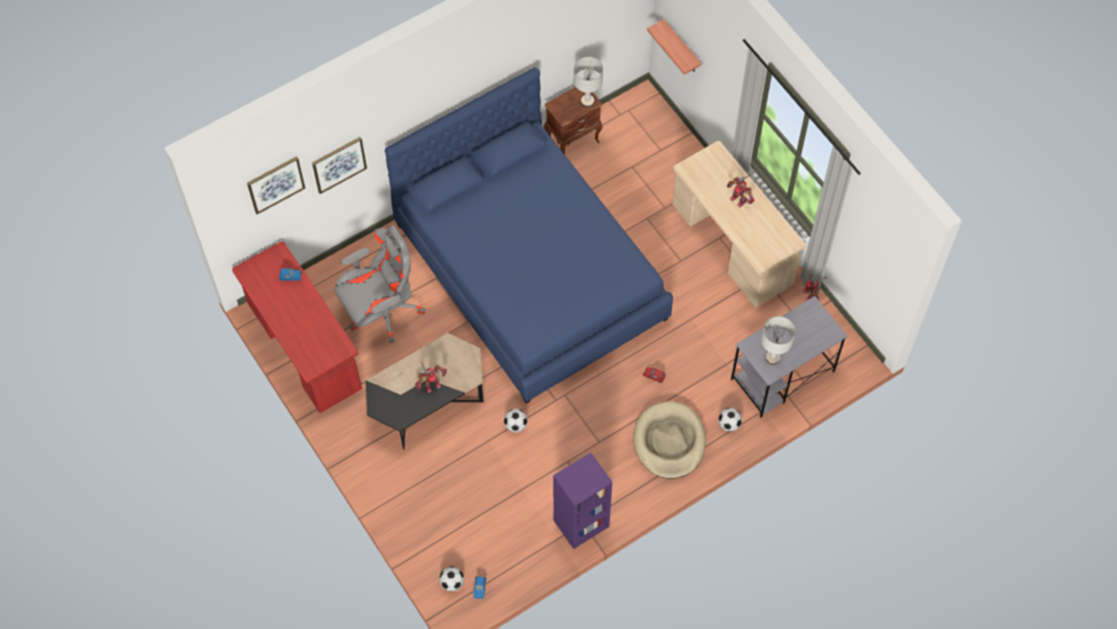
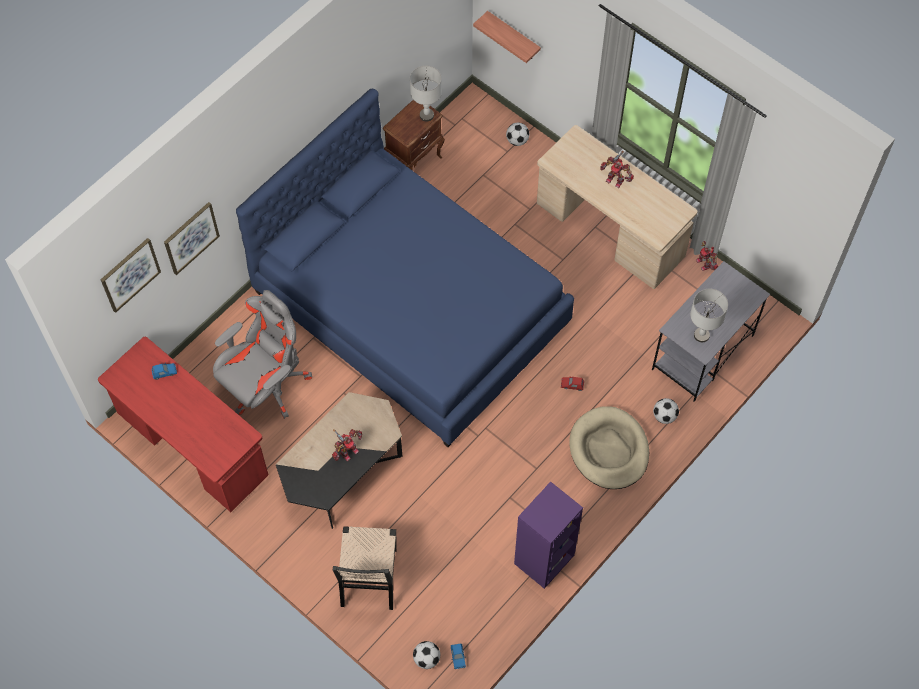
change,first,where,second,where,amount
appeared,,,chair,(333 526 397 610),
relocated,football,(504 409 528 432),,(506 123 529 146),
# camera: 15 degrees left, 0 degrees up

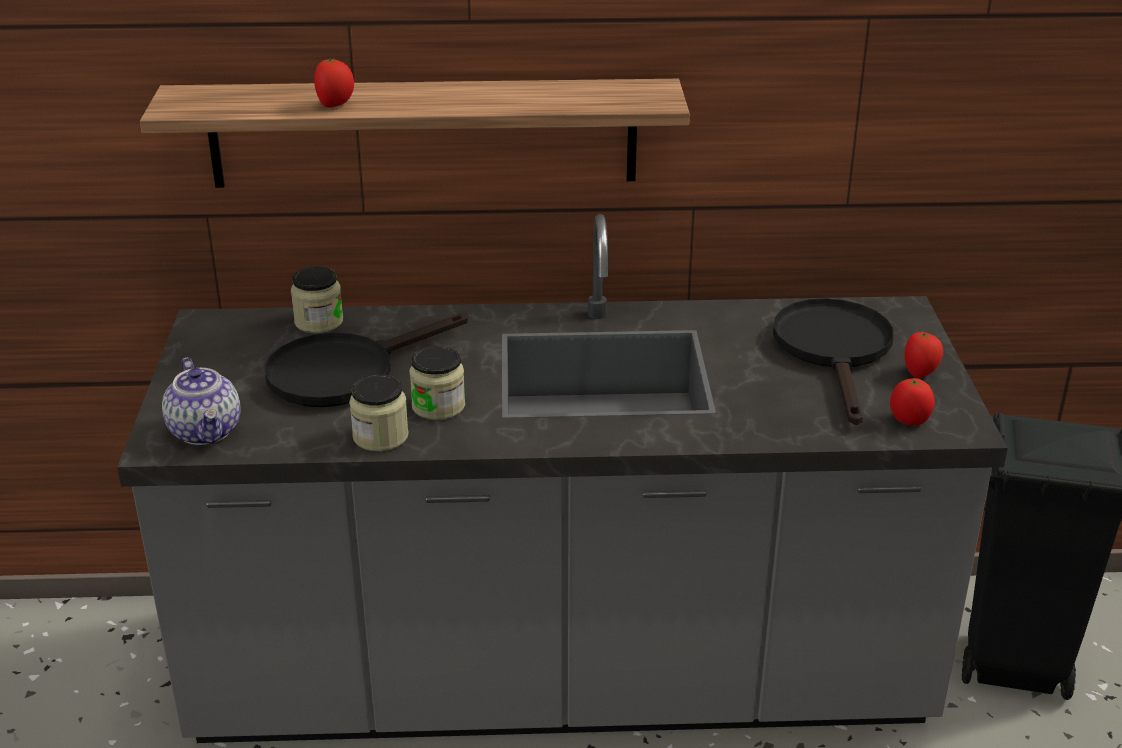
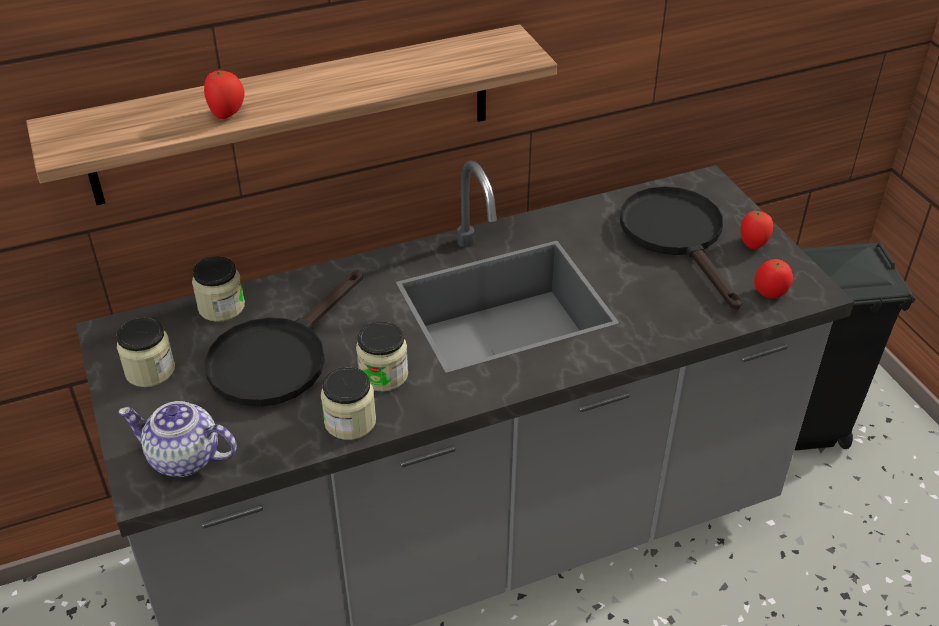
change,first,where,second,where,amount
appeared,,,jar,(116 318 175 387),
spun,teapot,(162 358 241 445),,(118 401 237 477),150 degrees clockwise
# camera: 20 degrees left, 10 degrees up

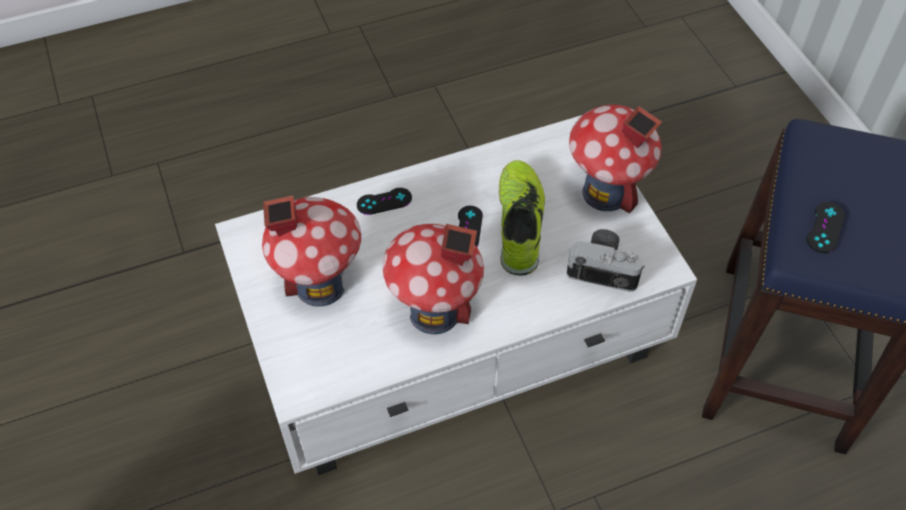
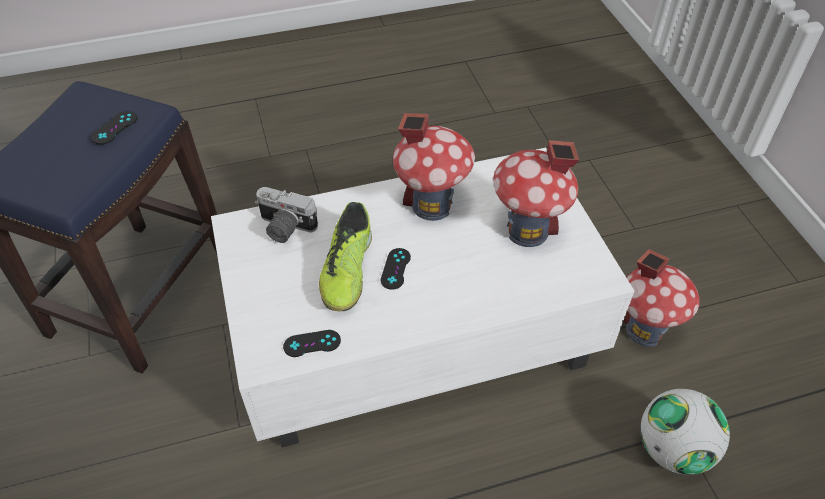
change,first,where,second,where,amount
appeared,,,football,(641 389 730 475),
relocated,black game controller,(357 188 412 215),,(283 330 341 357),
relocated,toy house,(569 105 662 214),,(623 249 700 347),
# camera: 175 degrees left, 5 degrees down

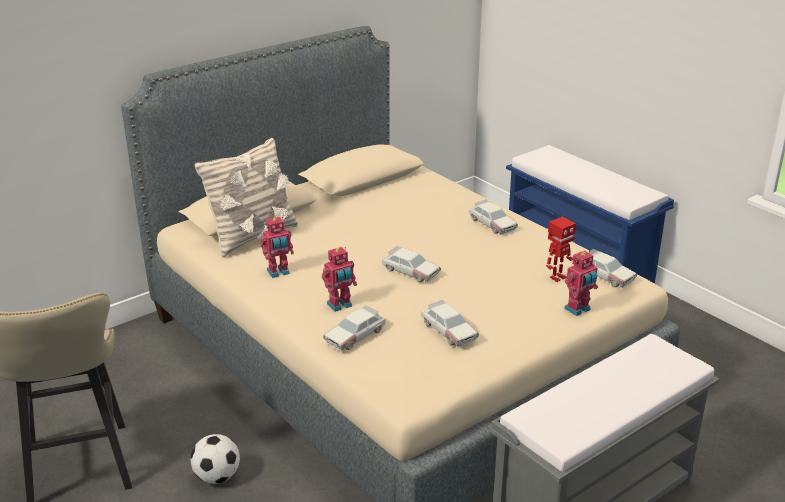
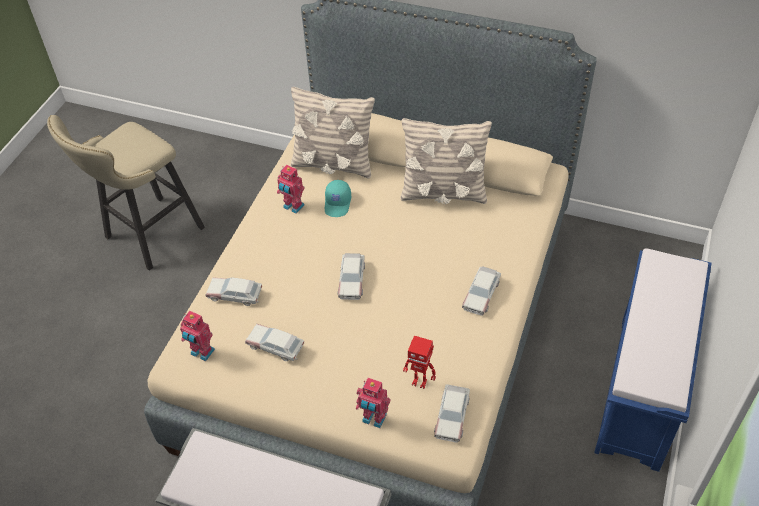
change,first,where,second,where,amount
missing,football,(190 434 240 484),,,
appeared,,,turquoise cap,(325 180 351 217),
appeared,,,beige pillow,(400 118 492 204),
relocated,toy robot,(322 247 357 312),,(180 311 215 361),
spun,toy car,(421 300 479 348),,(245 324 304 361),90 degrees clockwise
# camera: 60 degrees right, 20 degrees up

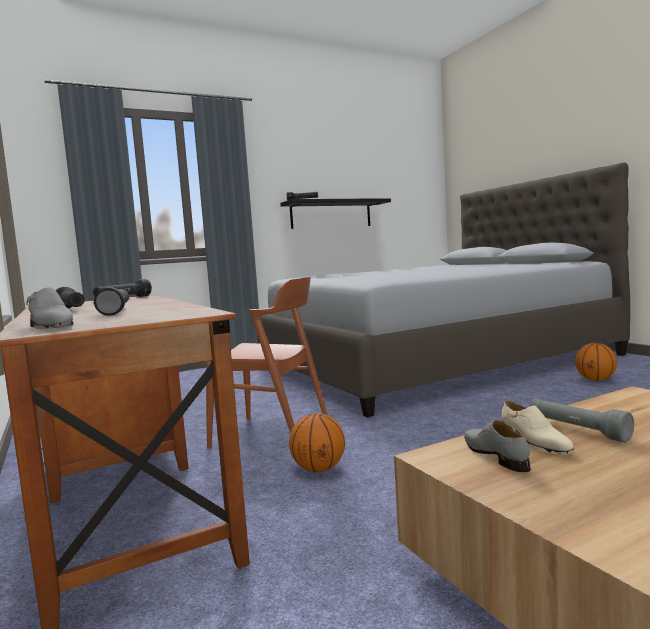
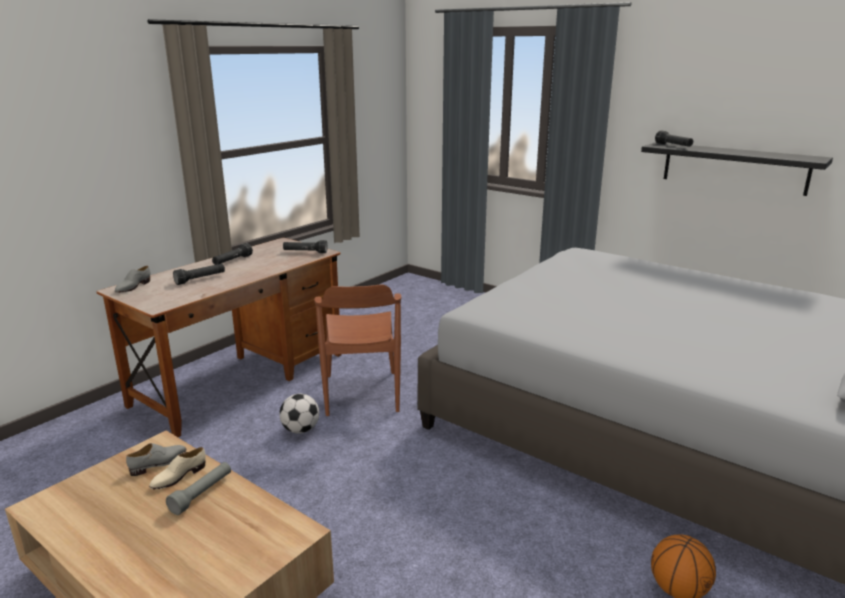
change,first,where,second,where,amount
exchanged,basketball,(289 413 345 472),football,(279 394 319 433),
# camera: 65 degrees right, 15 degrees up

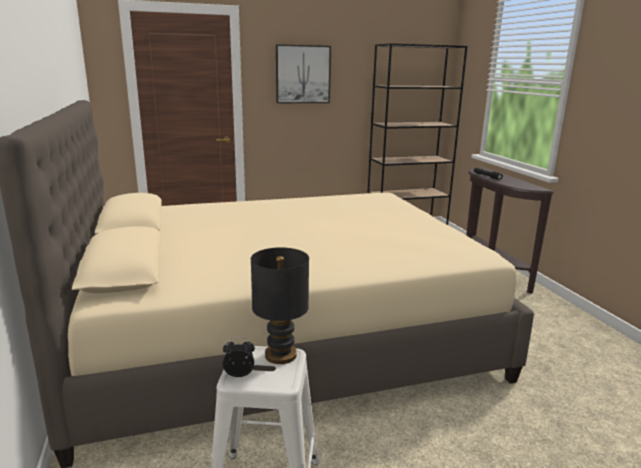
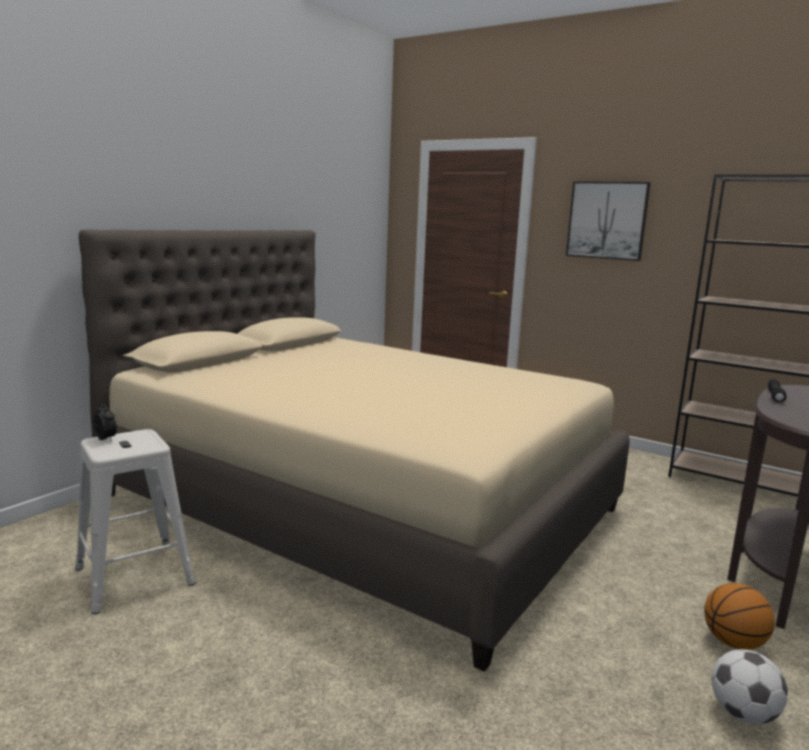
change,first,where,second,where,amount
missing,black table lamp,(251 247 309 364),,,
appeared,,,basketball,(704 583 775 650),
appeared,,,football,(711 649 788 724),
# camera: 50 degrees right, 5 degrees down

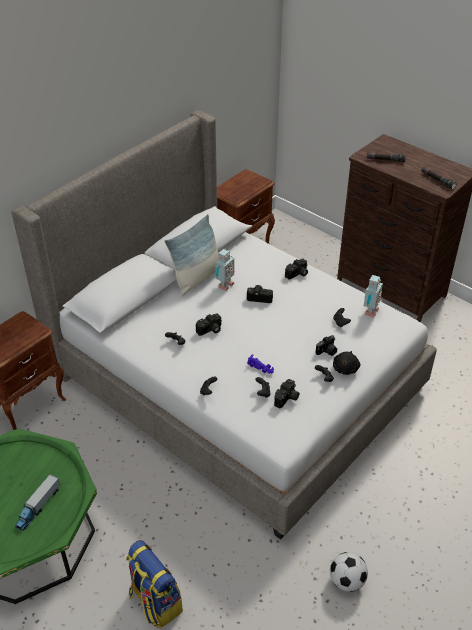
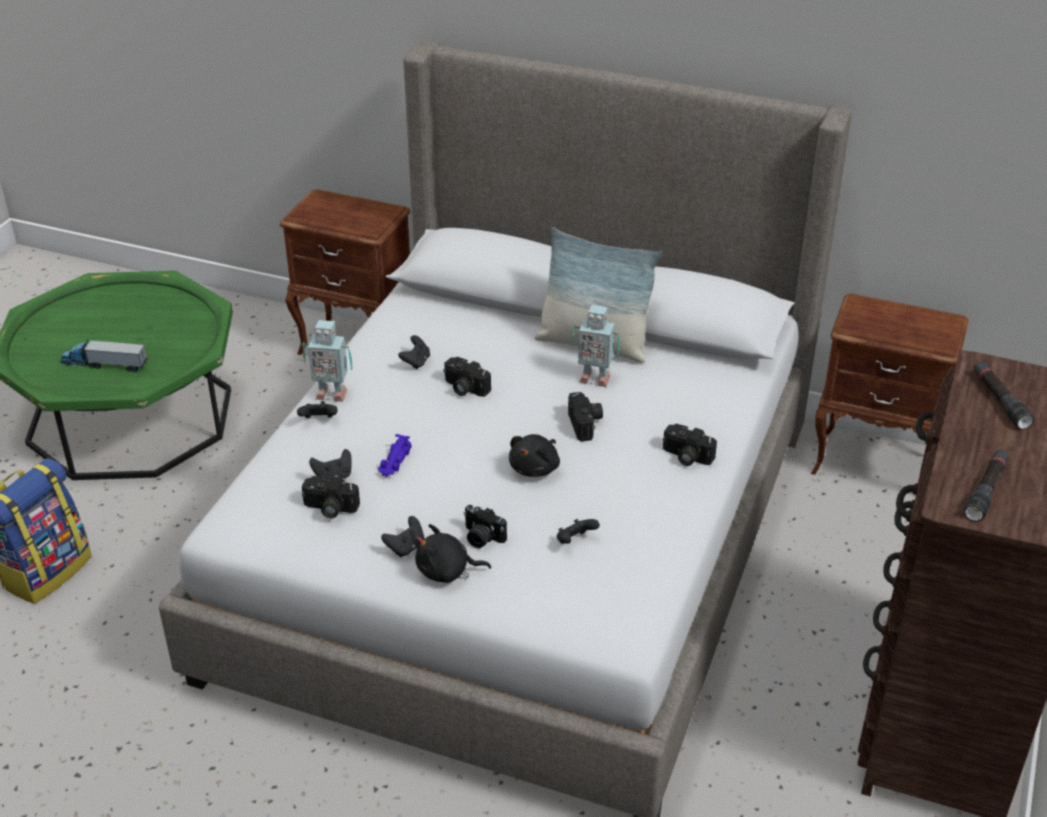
change,first,where,second,where,amount
missing,football,(330 552 368 592),,,
appeared,,,black plush toy,(509 434 560 477),
relocated,toy robot,(364 275 383 318),,(303 320 352 402),
# camera: 70 degrees right, 5 degrees down

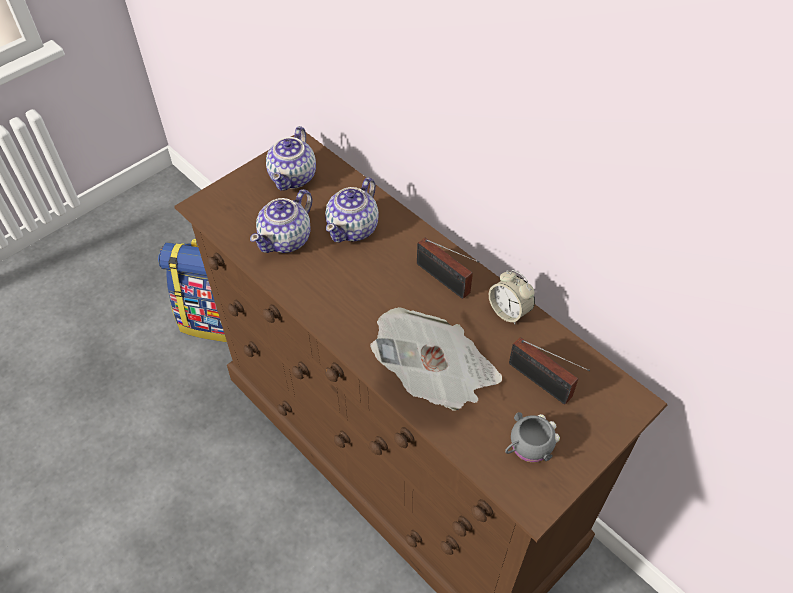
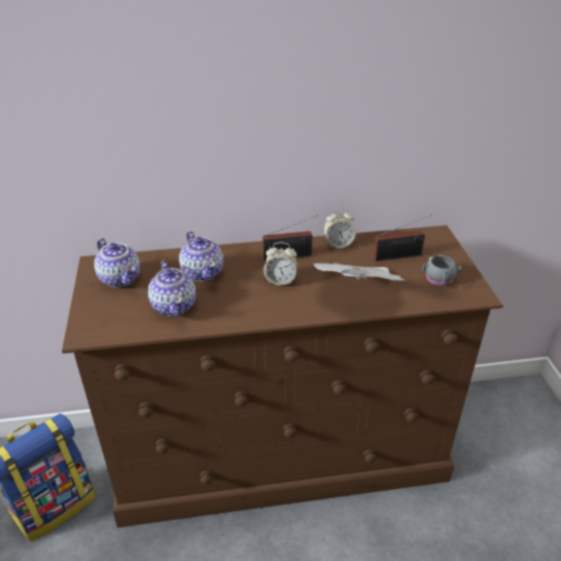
change,first,where,second,where,amount
appeared,,,alarm clock,(263 242 297 285),
# camera: 55 degrees left, 15 degrees down

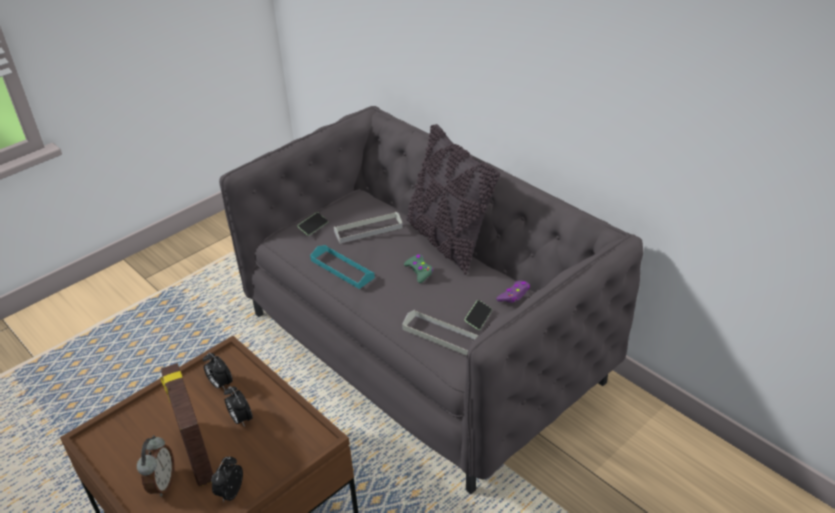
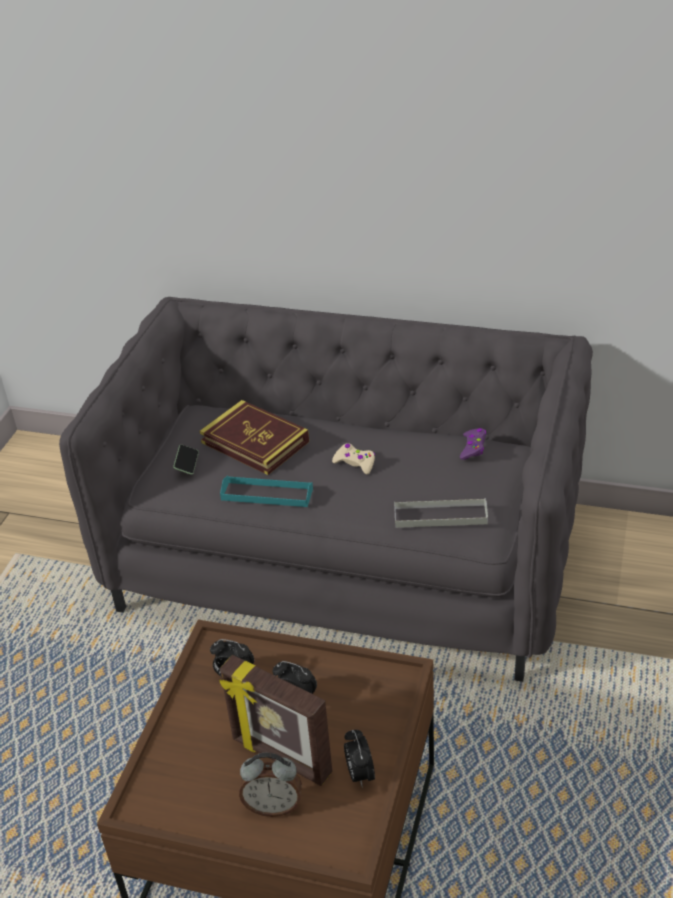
change,first,where,second,where,amount
missing,black pillow,(406 124 500 275),,,
missing,phone,(465 300 492 330),,,
exchanged,grey tray,(334 212 403 244),book,(200 400 309 475),
colour,green game controller,(404 254 433 283),beige game controller,(332 443 375 474),
spun,alarm clock,(137 435 174 497),,(239 753 302 817),120 degrees clockwise
# camera: 30 degrees left, 0 degrees up

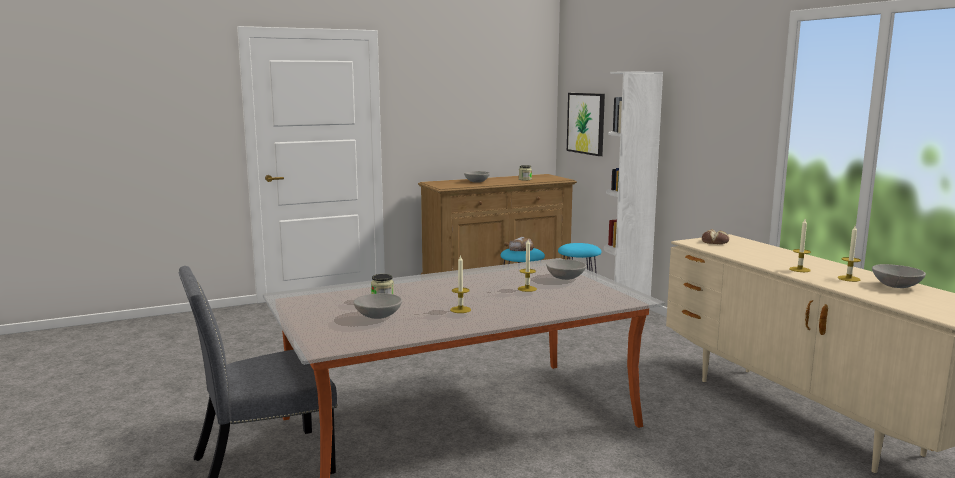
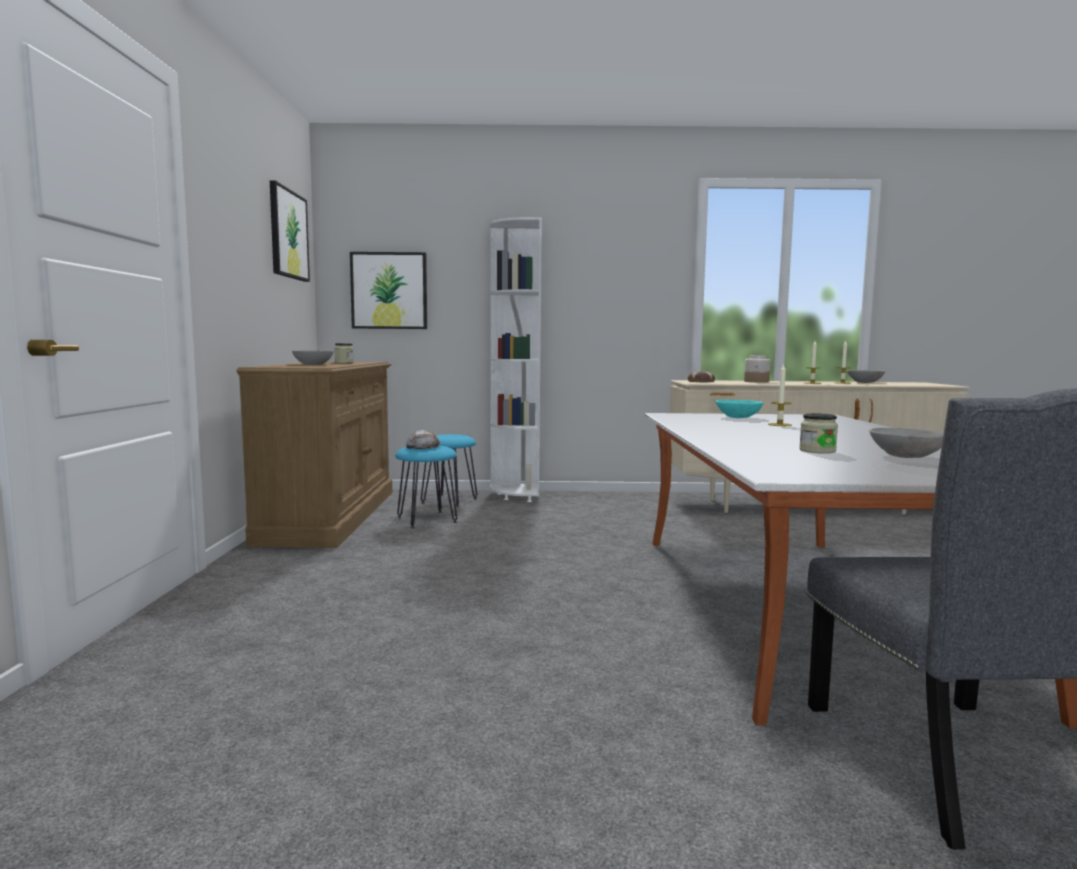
change,first,where,second,where,amount
missing,candle,(450 255 471 313),,,
appeared,,,picture,(270 180 310 282),
appeared,,,jar,(744 355 770 383),
colour,grey bowl,(546 259 586 280),turquoise bowl,(716 400 763 418),
# camera: 65 degrees left, 5 degrees down

